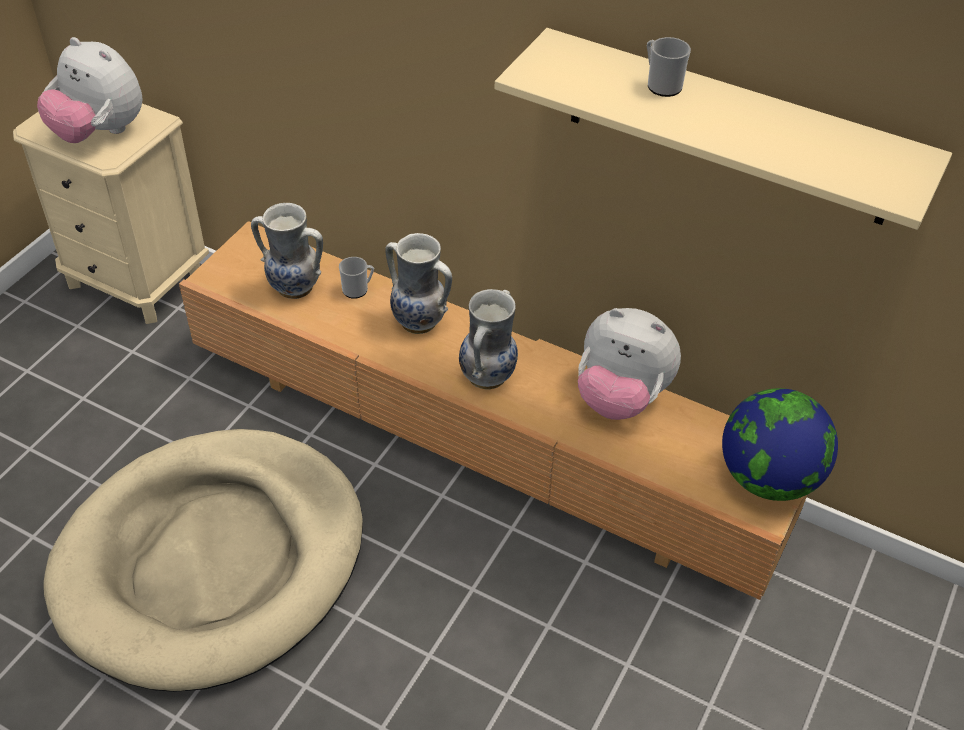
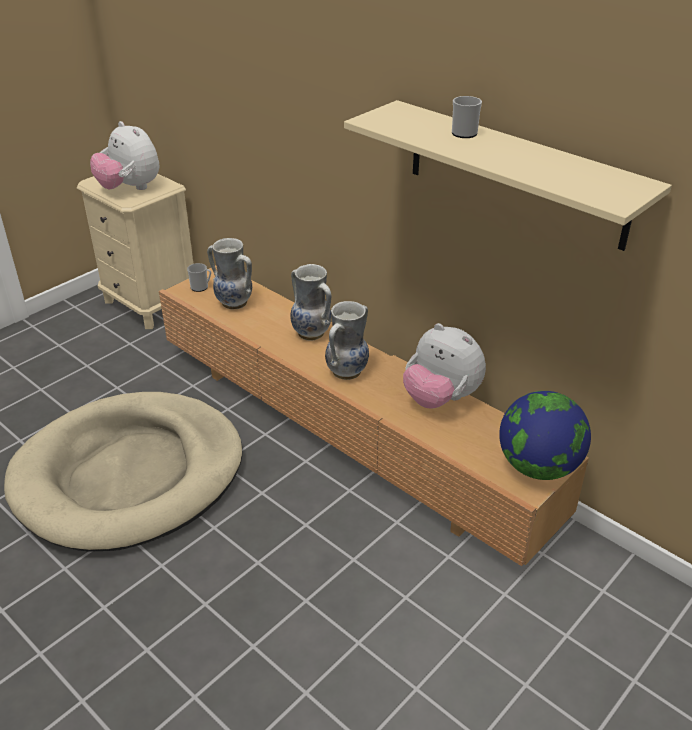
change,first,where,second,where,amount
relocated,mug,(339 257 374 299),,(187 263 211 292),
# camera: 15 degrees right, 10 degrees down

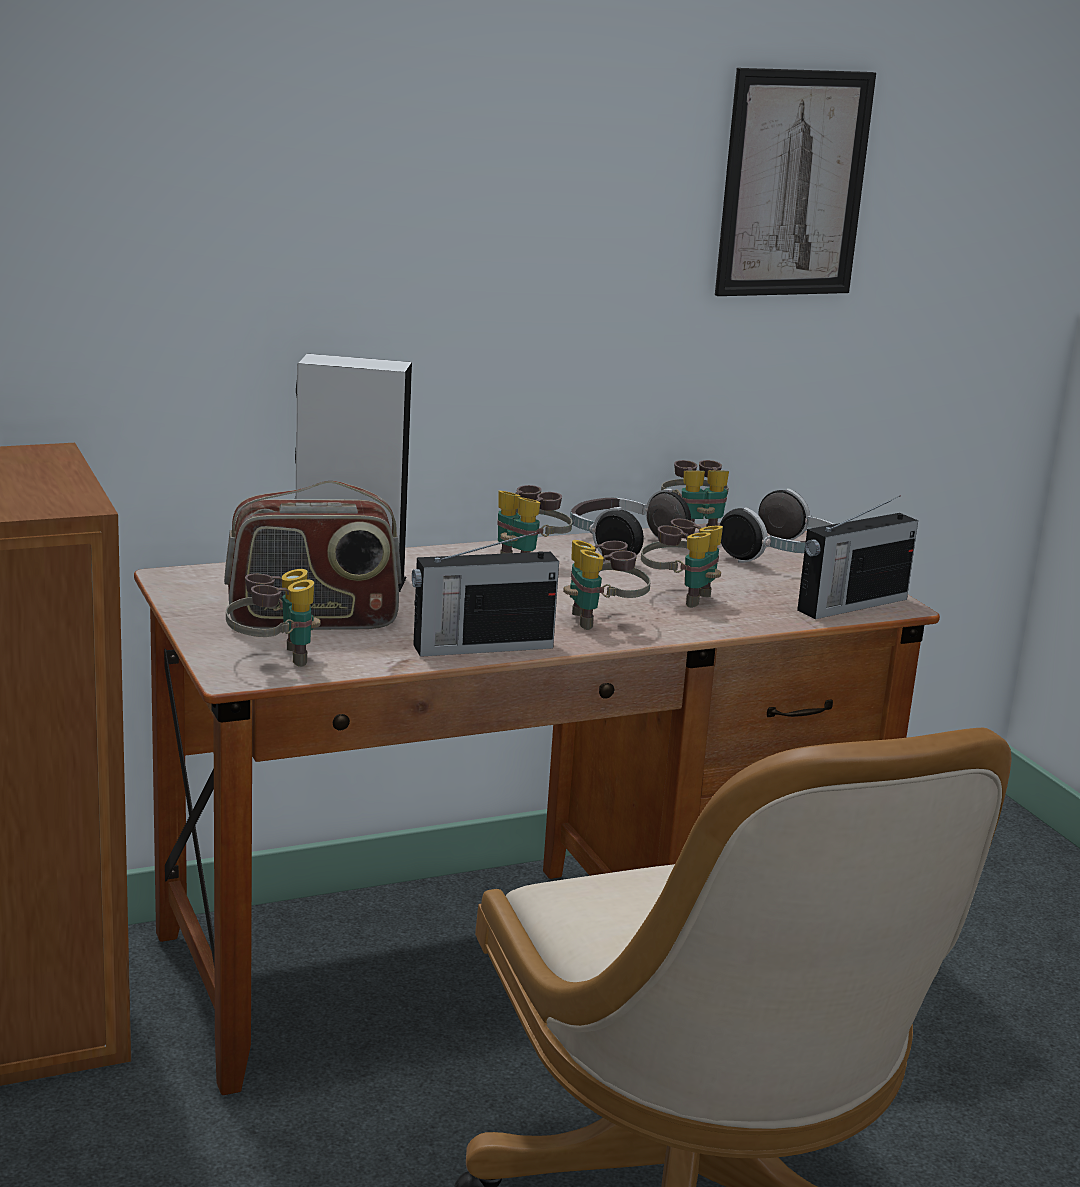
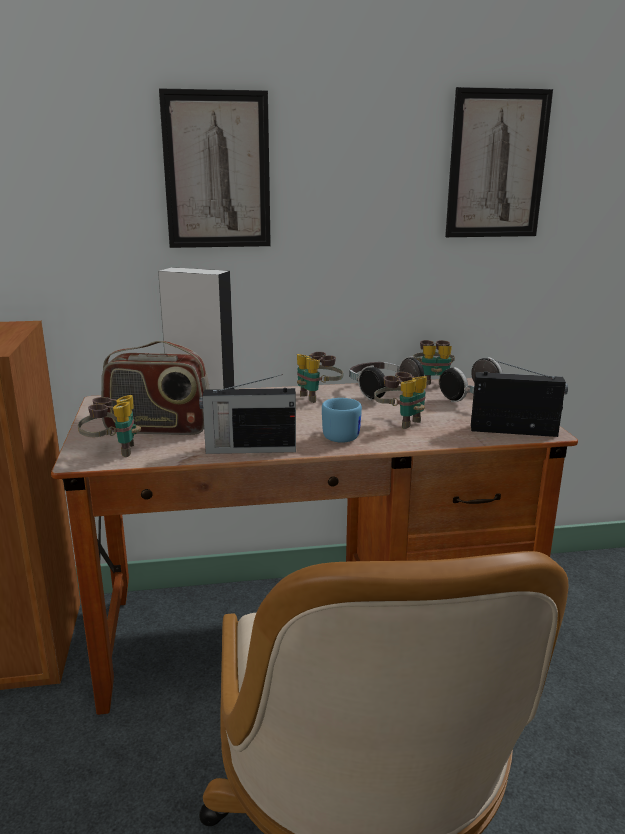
change,first,where,second,where,amount
appeared,,,picture,(159 88 271 248),
exchanged,binoculars,(563 540 651 630),blue mug,(322 398 362 443),
spun,radio,(797 495 918 619),,(471 359 568 437),150 degrees counterclockwise
# camera: 15 degrees right, 0 degrees up

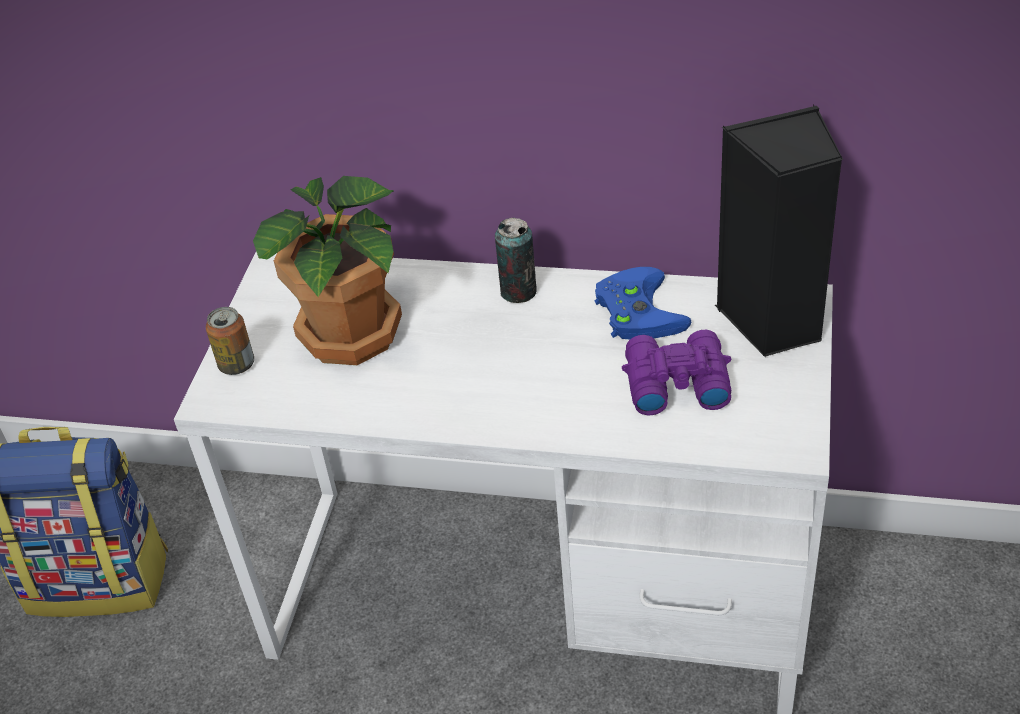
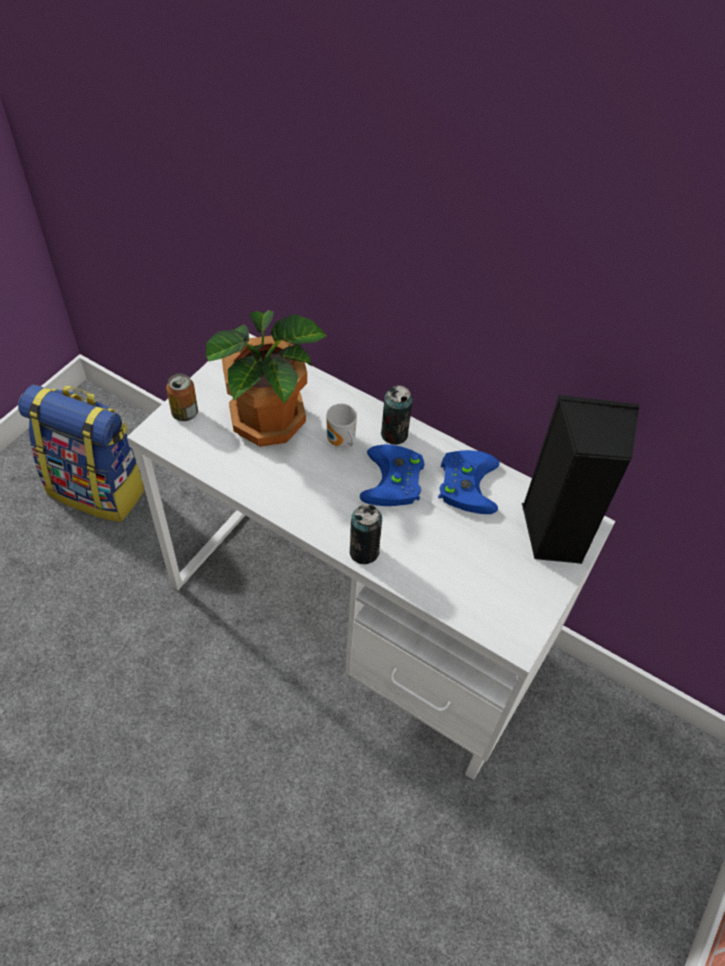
change,first,where,second,where,amount
missing,purple binoculars,(622 330 731 415),,,
appeared,,,mug,(327 404 357 447),
appeared,,,can,(350 504 382 564),
appeared,,,blue game controller,(360 444 424 506),
# camera: 15 degrees right, 10 degrees up

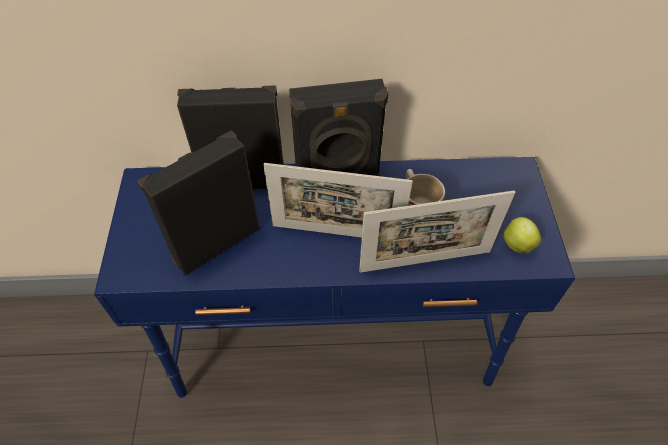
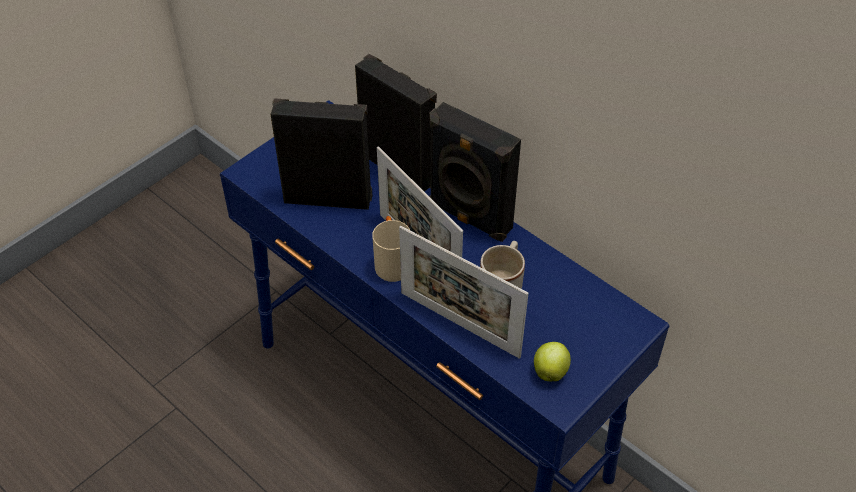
change,first,where,second,where,amount
appeared,,,beige mug,(372 216 410 282),
# camera: 45 degrees right, 5 degrees down

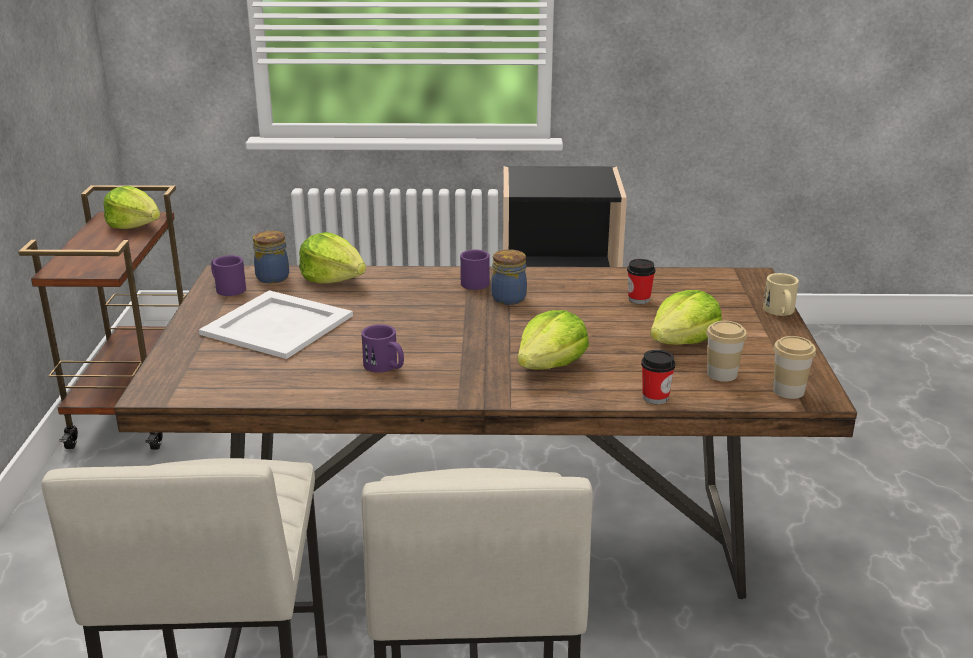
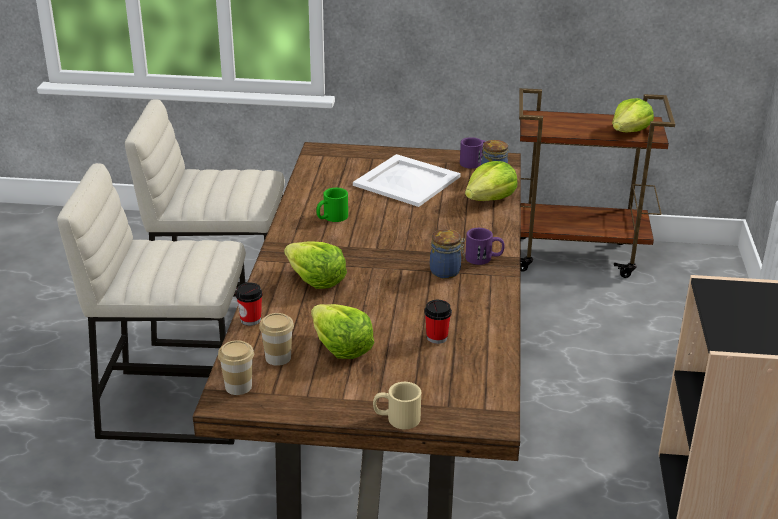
change,first,where,second,where,amount
colour,purple mug,(361 324 404 373),green mug,(316 188 348 222),
# camera: 95 degrees right, 5 degrees up

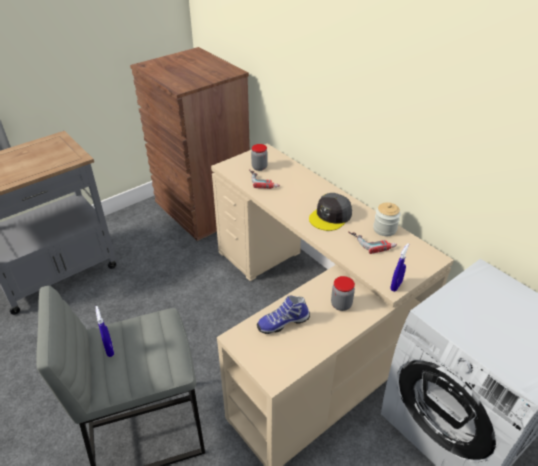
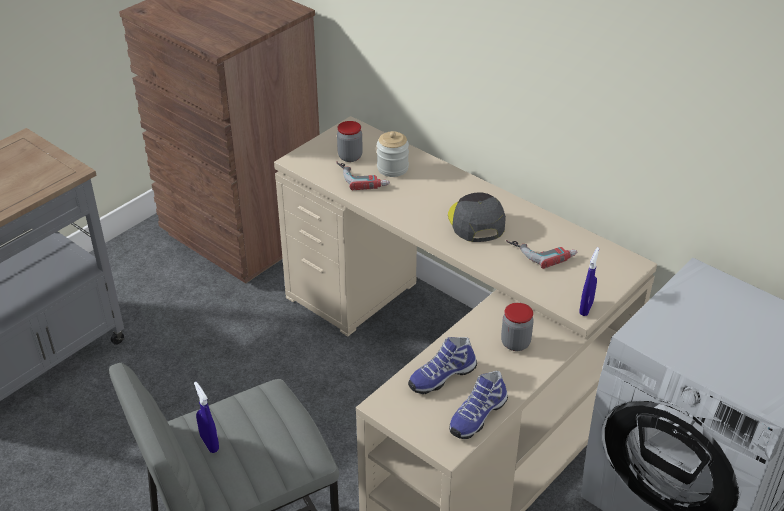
change,first,where,second,where,amount
appeared,,,shoe,(449 371 508 439),
relocated,jar,(373 202 401 236),,(377 131 409 177),
spun,grey cap,(309 193 352 231),,(448 192 506 242),135 degrees clockwise
# camera: 10 degrees left, 0 degrees up

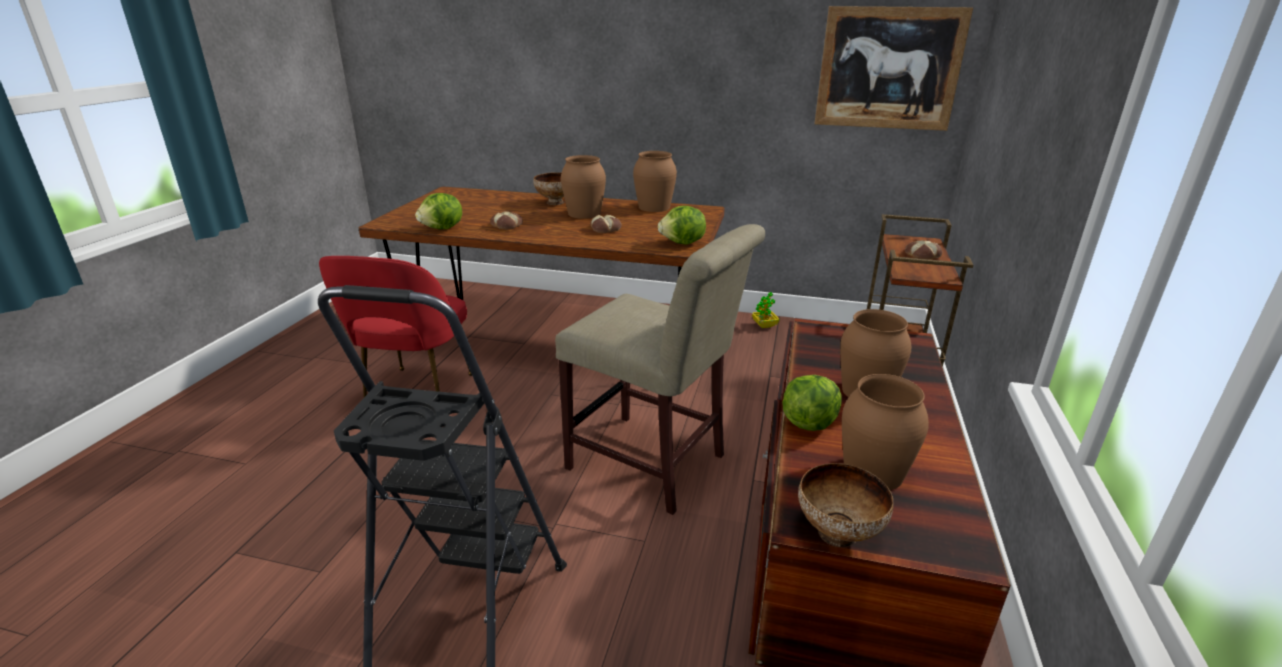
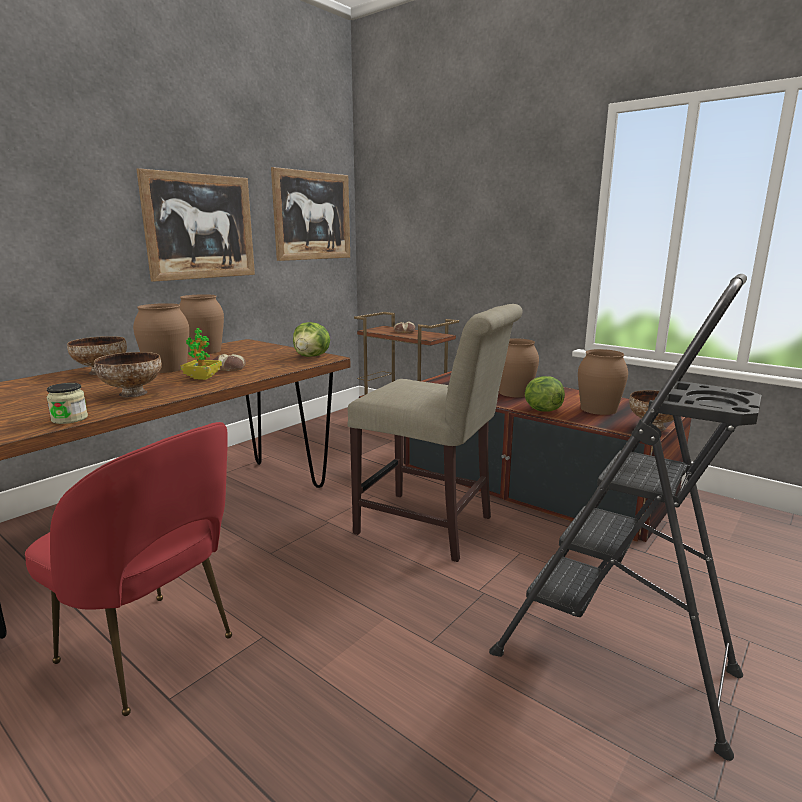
change,first,where,second,where,amount
appeared,,,picture,(136 168 255 282),
relocated,potted plant,(752 292 779 328),,(181 328 222 380),
exchanged,lettuce,(415 193 462 229),jar,(46 383 88 424),
exchanged,bread,(490 211 523 230),bowl,(94 352 162 397),
spun,beige chair,(555 224 765 515),,(347 304 523 562),60 degrees clockwise
# camera: 65 degrees left, 10 degrees down

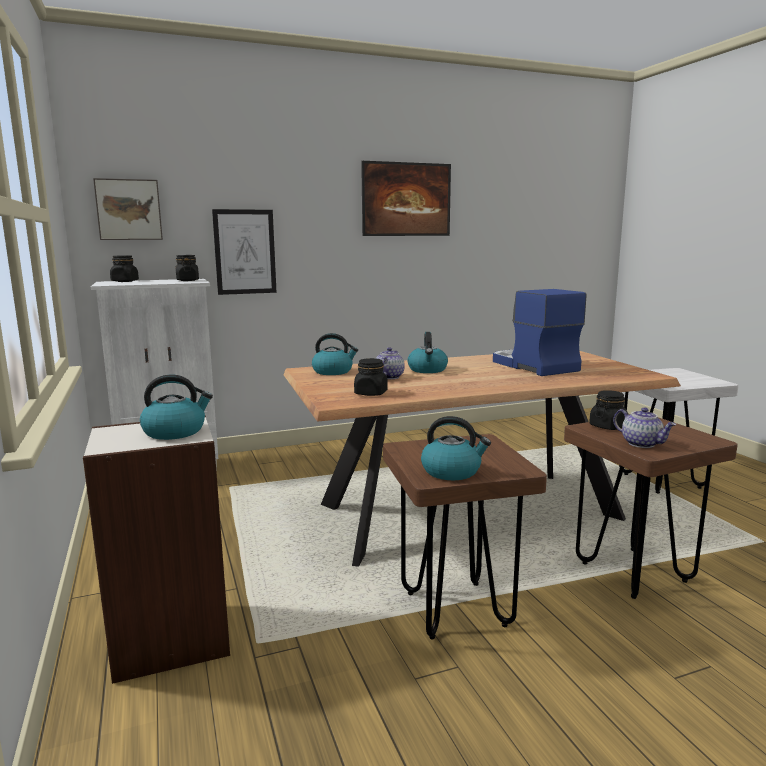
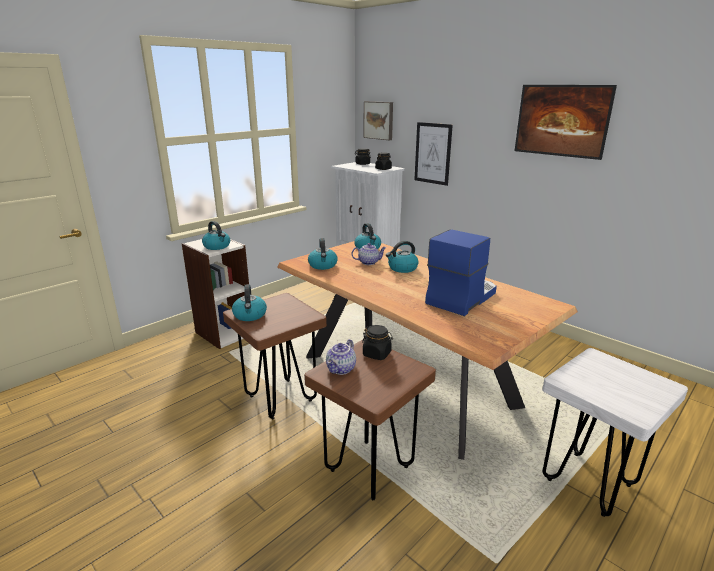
change,first,where,second,where,amount
exchanged,black jar,(354 358 388 396),kettle,(308 238 338 270),
# camera: 65 degrees right, 10 degrees up

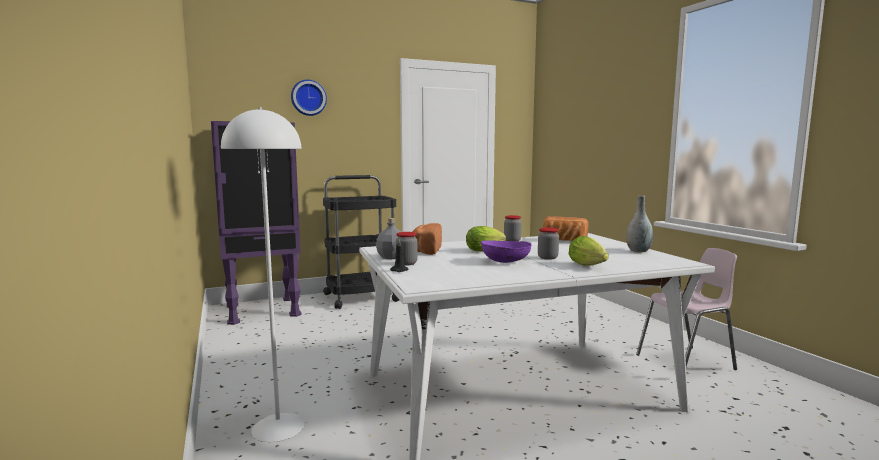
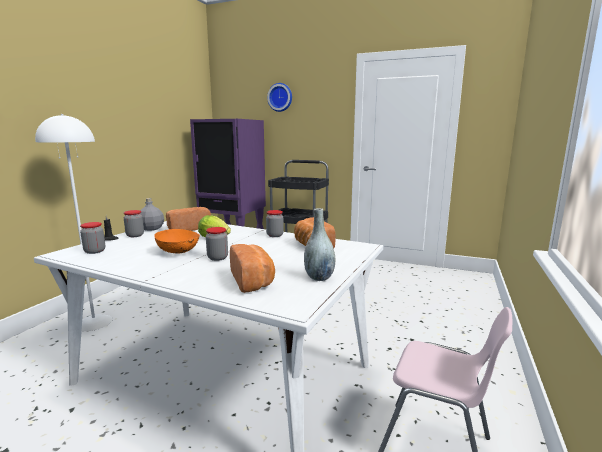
change,first,where,second,where,amount
missing,lettuce,(568 236 609 266),,,
appeared,,,jar,(80 222 105 254),
appeared,,,bread,(230 244 275 293),
colour,purple bowl,(481 240 531 263),orange bowl,(154 229 200 253),
# camera: 45 degrees right, 5 degrees up

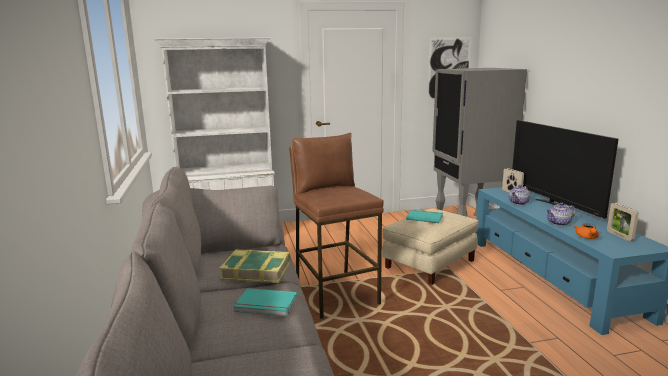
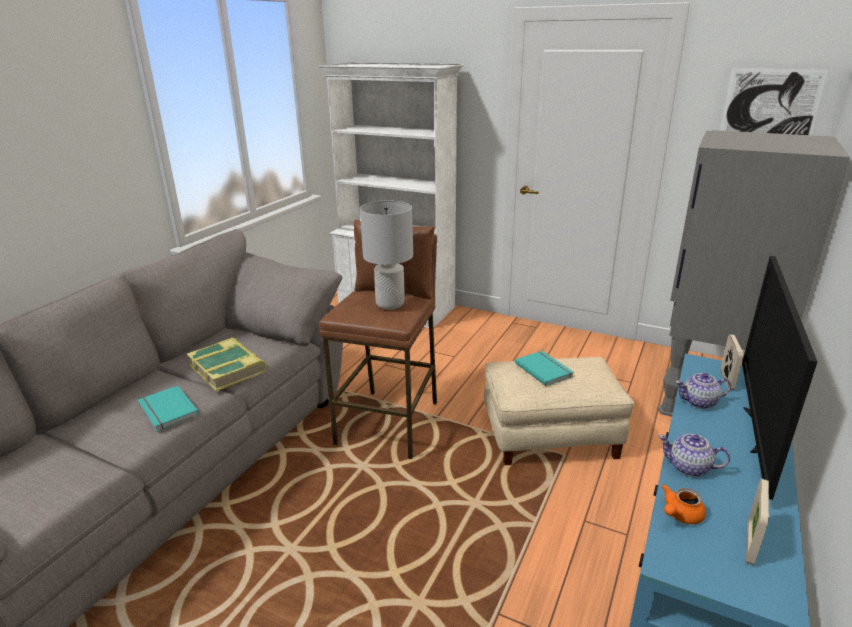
change,first,where,second,where,amount
appeared,,,grey table lamp,(360 200 413 310),
# camera: 40 degrees right, 10 degrees up

